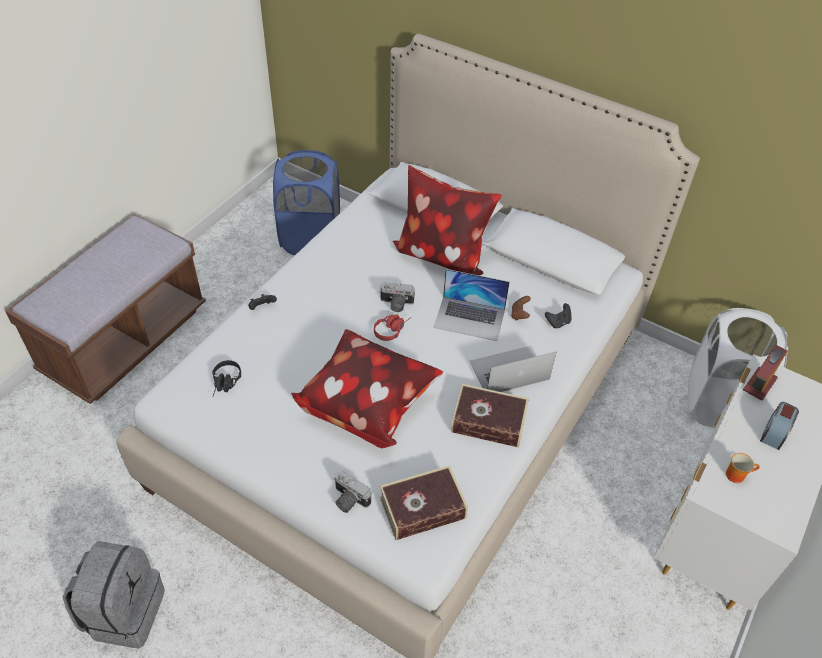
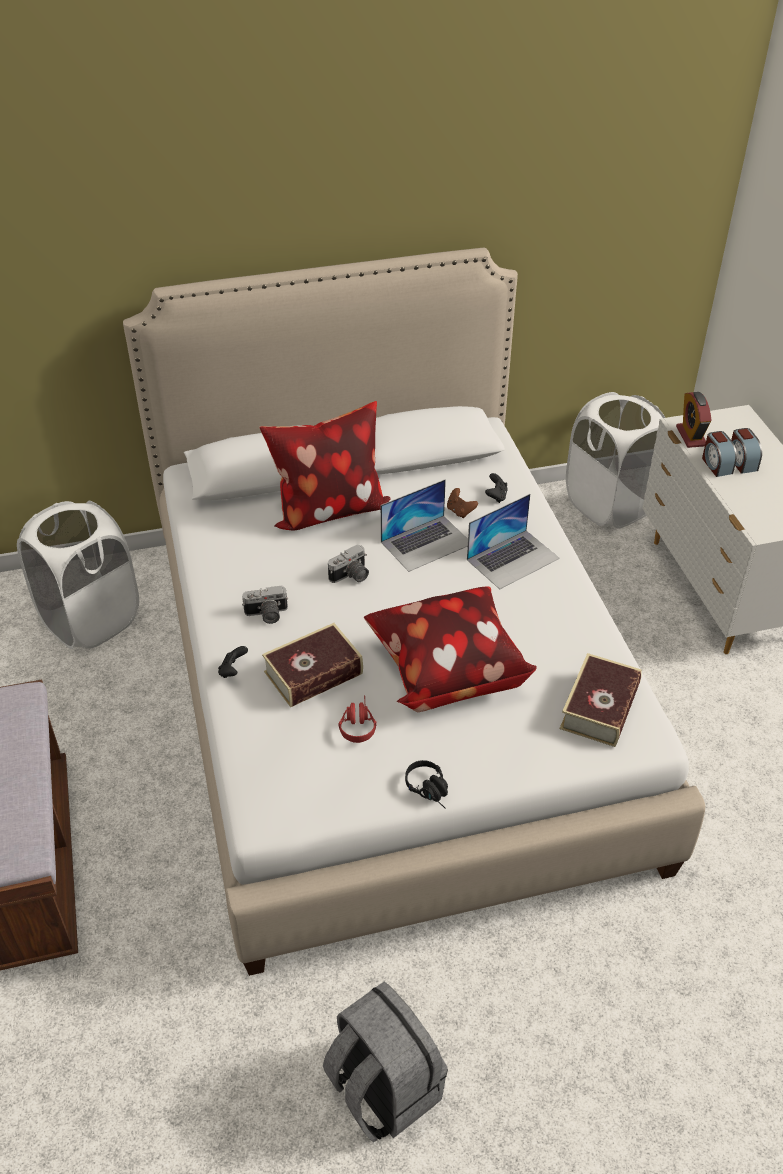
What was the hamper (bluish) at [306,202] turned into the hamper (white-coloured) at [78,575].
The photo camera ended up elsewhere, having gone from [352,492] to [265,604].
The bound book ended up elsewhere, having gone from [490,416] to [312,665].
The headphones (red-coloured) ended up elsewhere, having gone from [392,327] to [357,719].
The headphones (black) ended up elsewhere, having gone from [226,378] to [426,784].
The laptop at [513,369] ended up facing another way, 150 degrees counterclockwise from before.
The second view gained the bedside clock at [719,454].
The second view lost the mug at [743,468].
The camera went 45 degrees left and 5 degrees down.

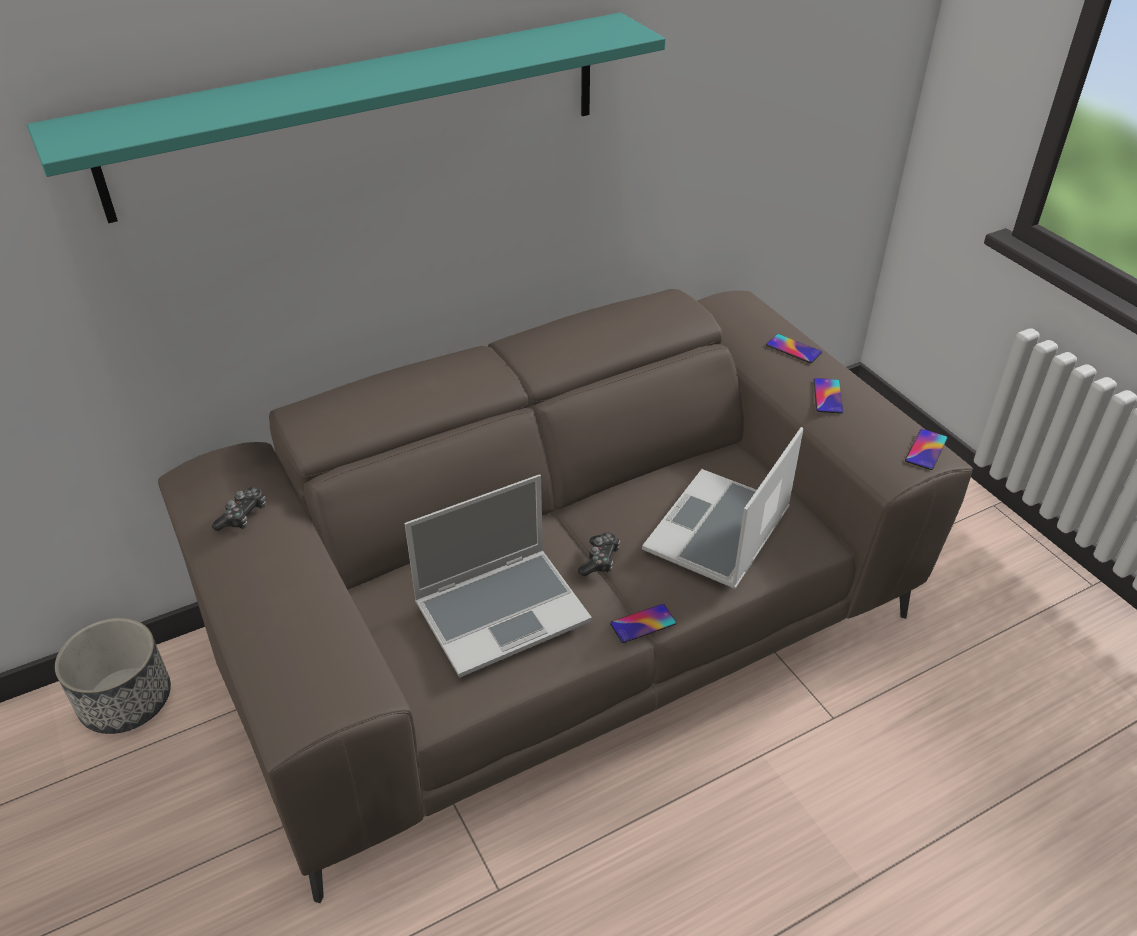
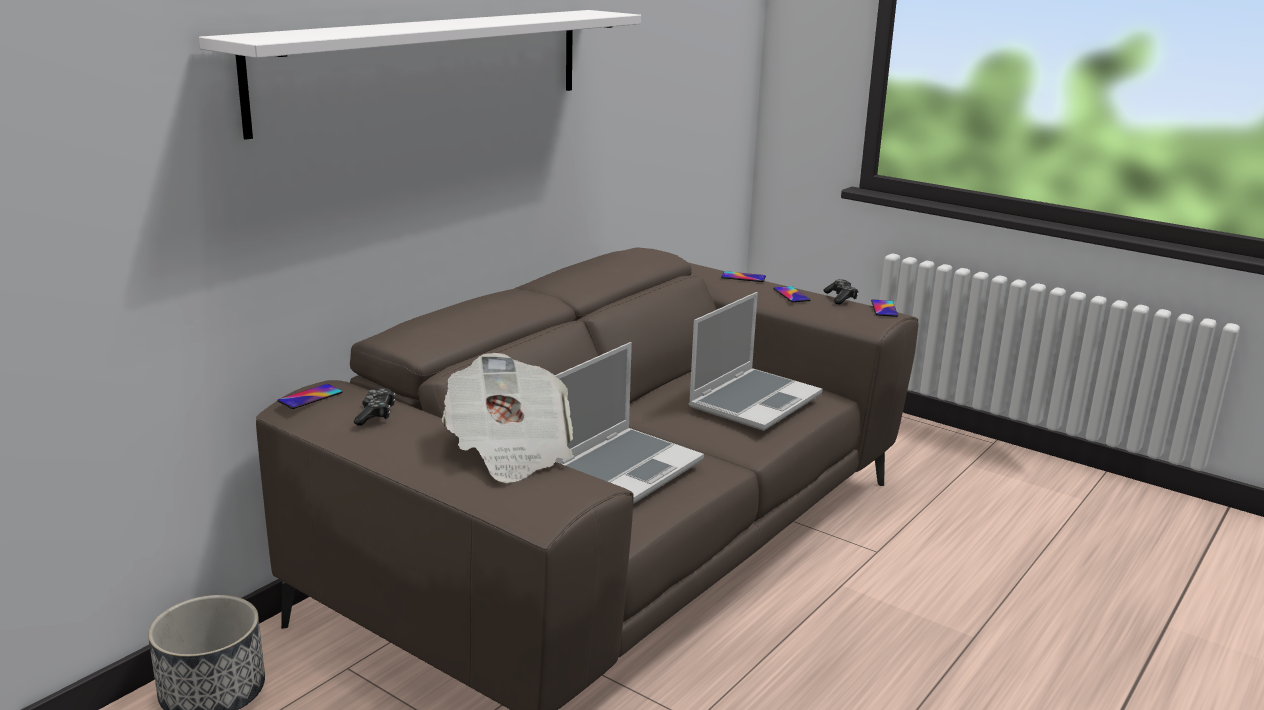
What was the wall shelf (turquoise-coloured) at [346,118] turned into the wall shelf (white-coloured) at [420,75].
The phone ended up elsewhere, having gone from [643,623] to [309,396].
The second view gained the newspaper at [507,418].
The laptop at [722,508] ended up facing another way, 150 degrees counterclockwise from before.
The joypad ended up elsewhere, having gone from [599,554] to [841,292].
The camera went 25 degrees left and 20 degrees down.

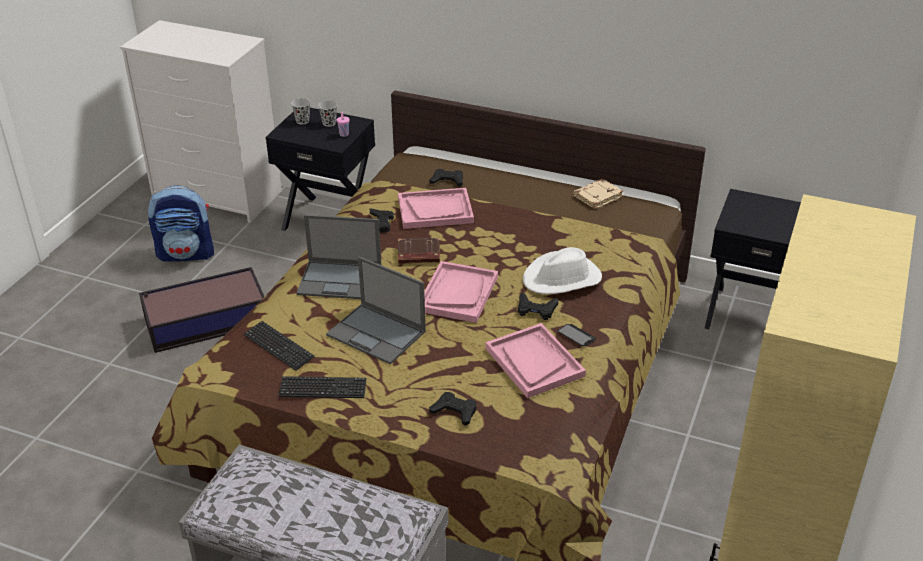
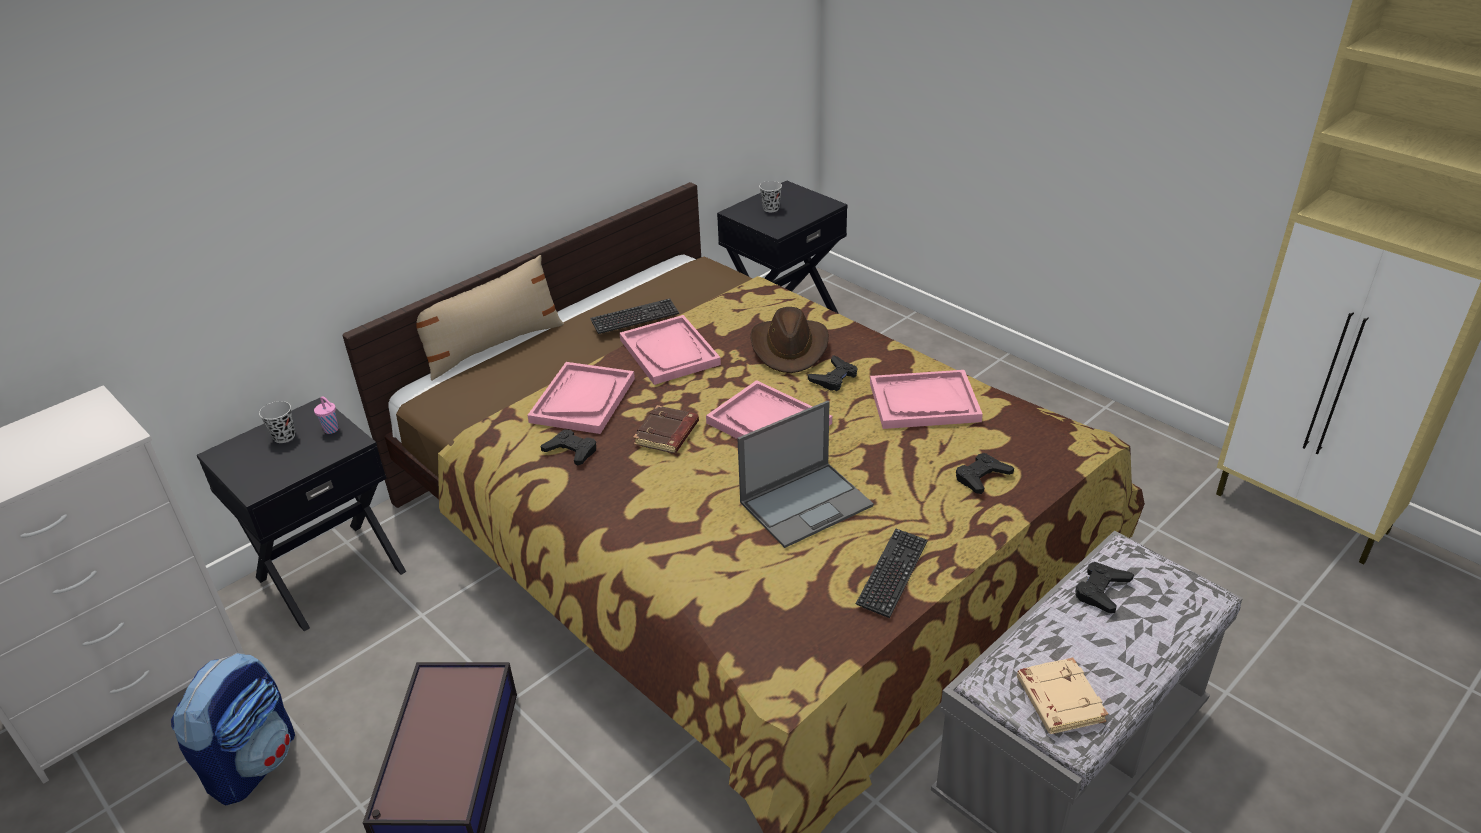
The second view gained the cushion (sand-coloured) at [490,318].
The PC keyboard ended up elsewhere, having gone from [279,346] to [634,316].
The second view gained the serving tray (pink) at [670,350].
What was the clothing hat (white-coloured) at [562,270] turned into the clothing hat (brownish) at [789,340].
The drinking cup (black) ended up elsewhere, having gone from [300,111] to [770,196].
The bound book (sand-coloured) ended up elsewhere, having gone from [598,194] to [1062,695].
The joypad (black) ended up elsewhere, having gone from [446,177] to [1104,587].
The second view lost the laptop at [338,257].
The second view lost the phone at [577,335].
The camera went 65 degrees left and 0 degrees up.

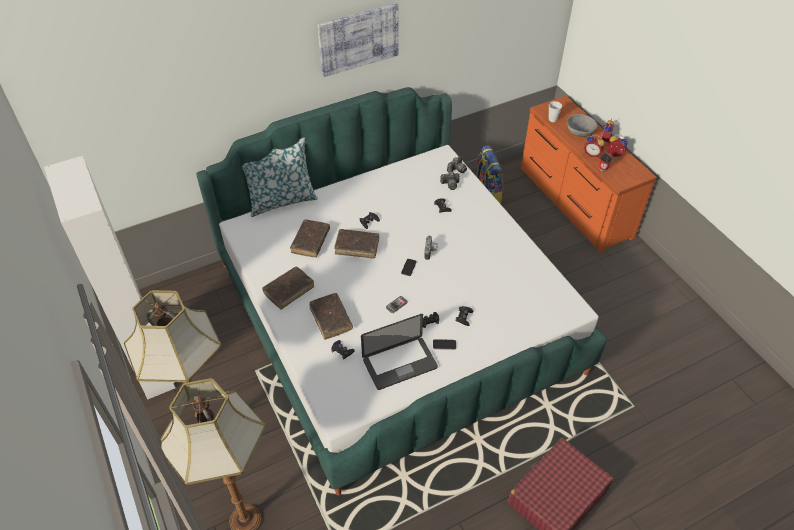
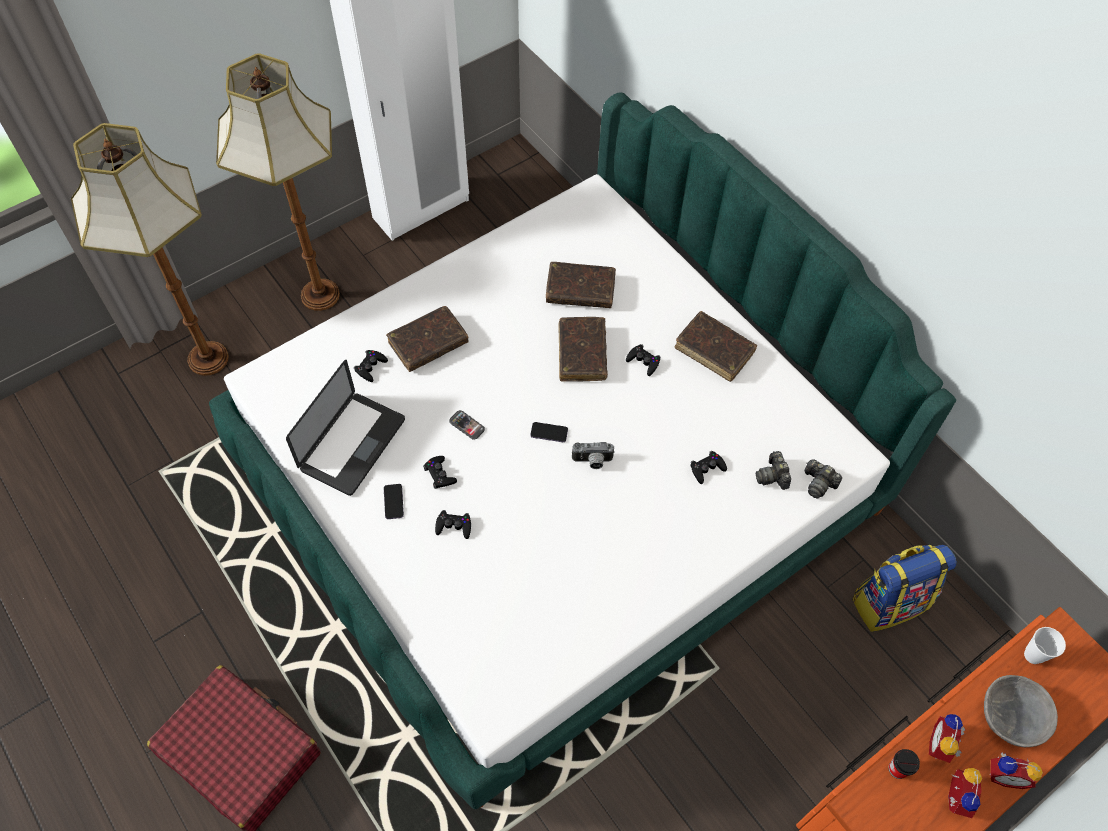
The laptop at [399,352] ended up facing another way, 120 degrees counterclockwise from before.
The bound book (brownish) ended up elsewhere, having gone from [288,288] to [716,346].
The second view lost the cushion at [280,177].
The second view lost the wall picture at [358,40].
The camera went 80 degrees right and 10 degrees up.

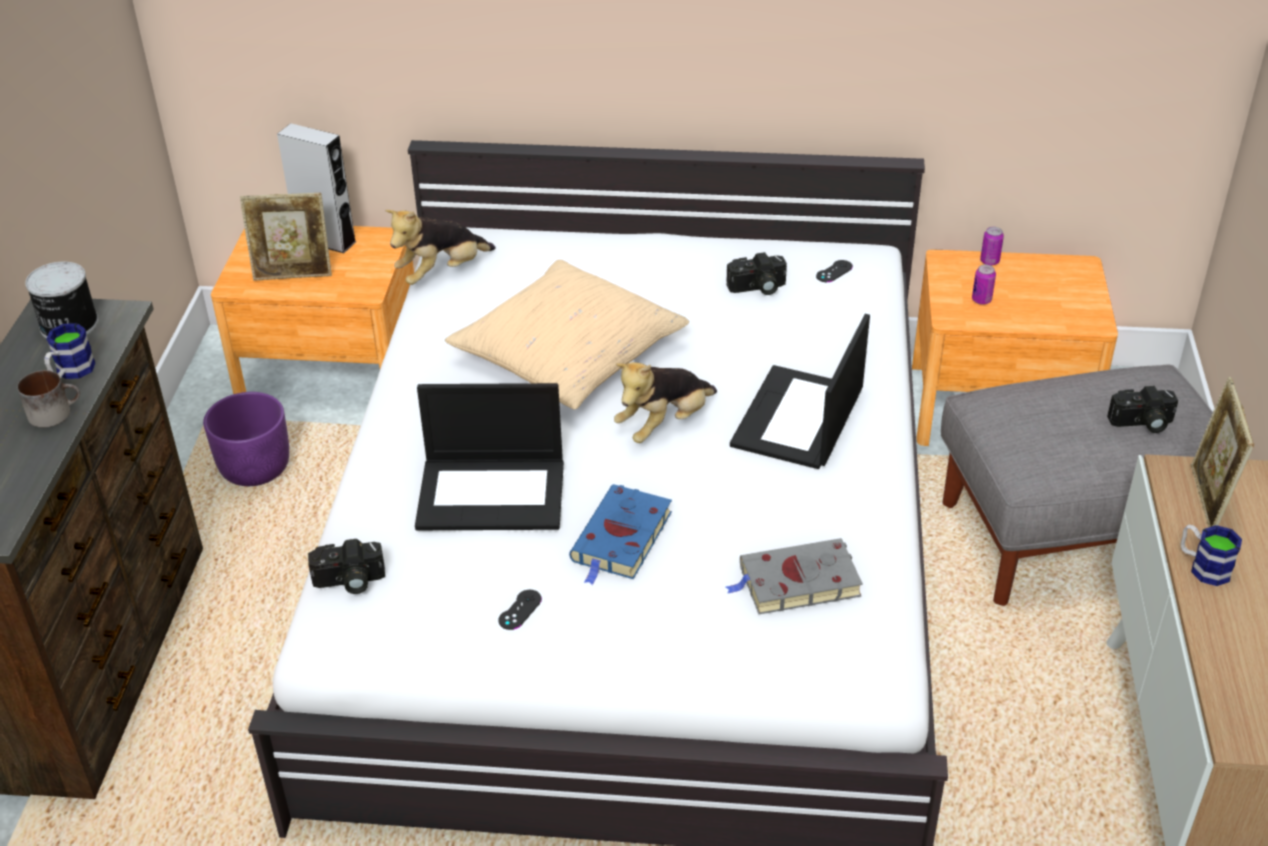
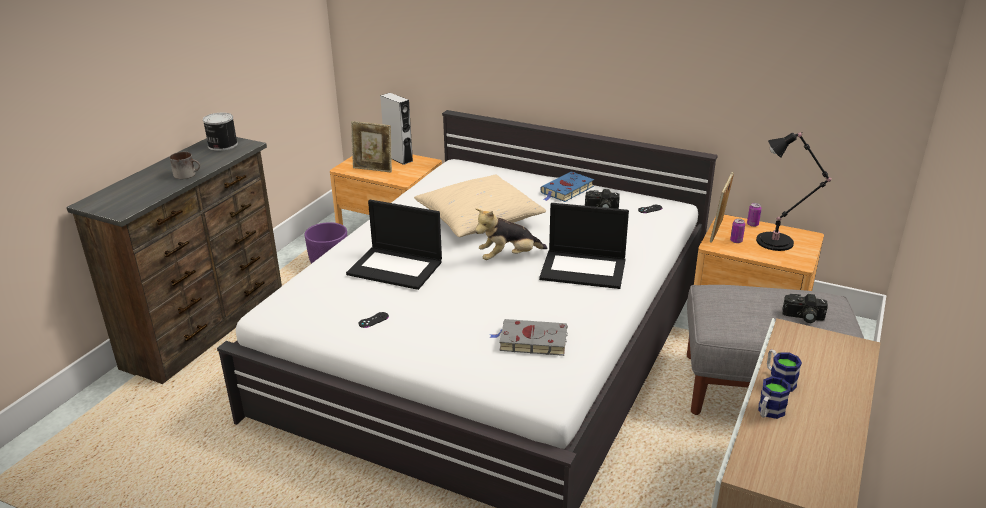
The laptop at [800,391] ended up facing another way, 120 degrees counterclockwise from before.
The bound book (bluish) ended up elsewhere, having gone from [620,534] to [567,186].
The standing frame ended up elsewhere, having gone from [1222,452] to [722,207].
The second view gained the table lamp (black) at [794,191].
The mug ended up elsewhere, having gone from [70,351] to [774,397].
The second view lost the photo camera at [346,566].
The second view lost the cuddly toy at [440,247].
The camera went 20 degrees right and 10 degrees down.

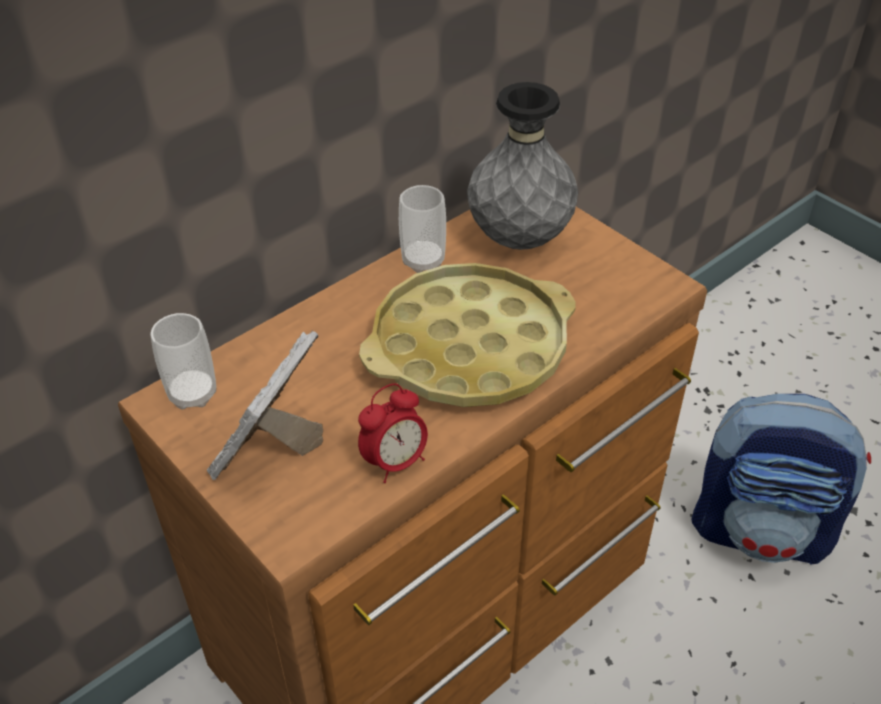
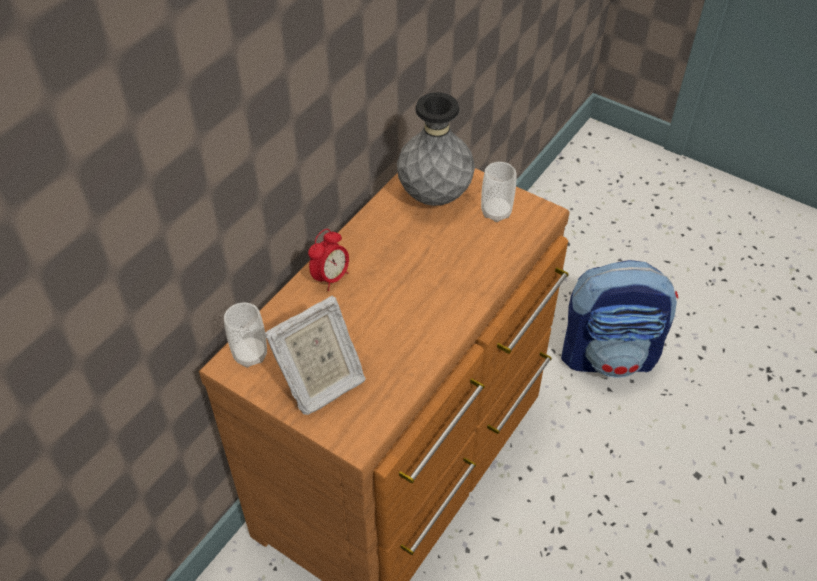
The standing frame at [264,405] ended up facing another way, 135 degrees counterclockwise from before.
The bedside clock ended up elsewhere, having gone from [393,433] to [328,260].
The drinking cup ended up elsewhere, having gone from [422,229] to [498,192].
The second view lost the serving tray (yellow-coloured) at [467,335].
The camera went 15 degrees left and 5 degrees up.

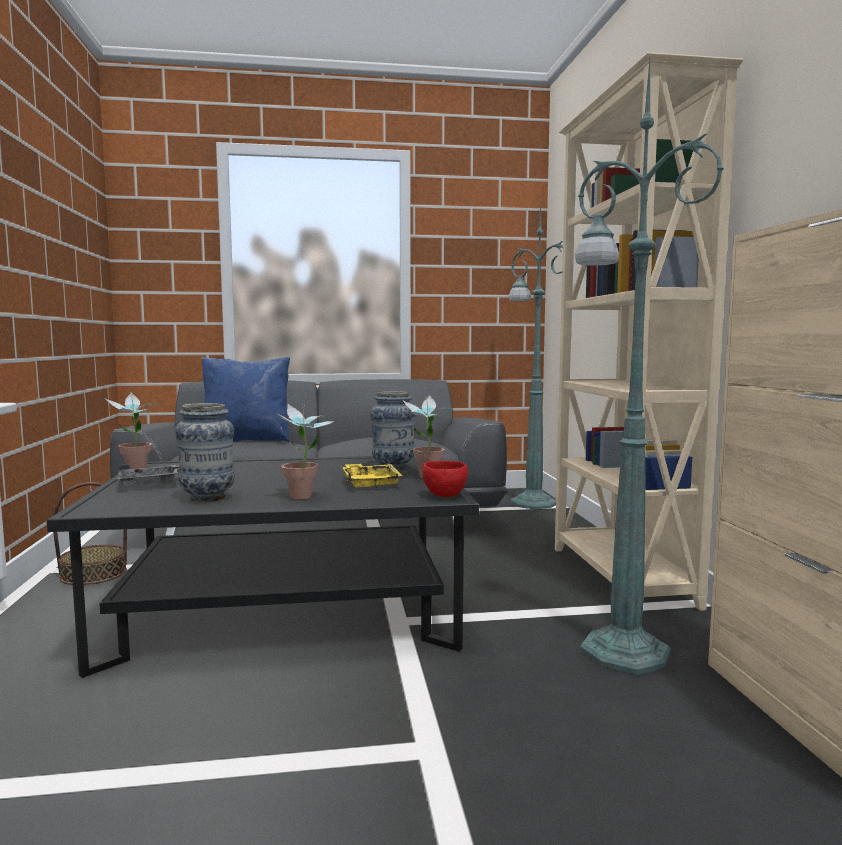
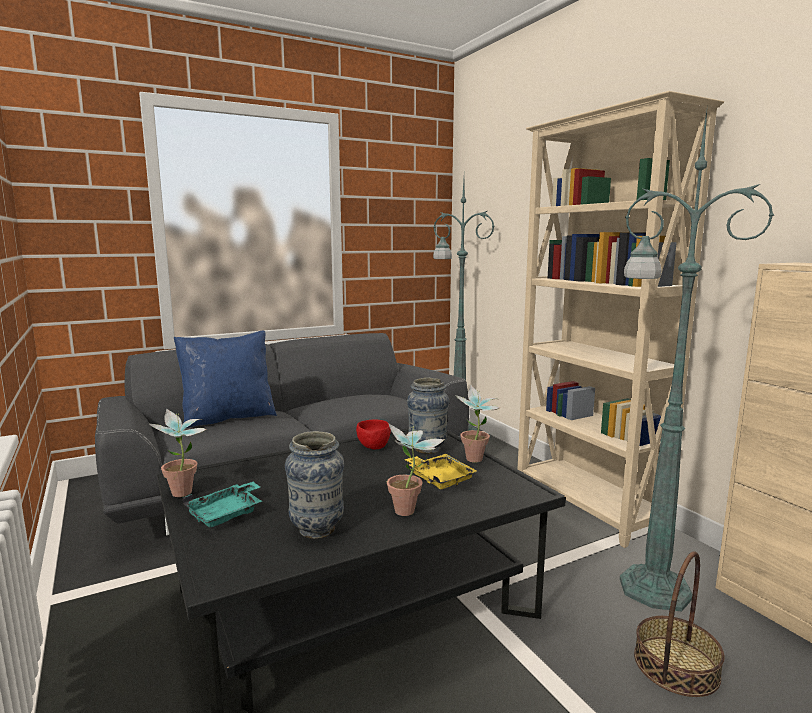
What was the serving tray (gray) at [148,475] turned into the serving tray (turquoise-coloured) at [222,504].
The deep dish (red-coloured) ended up elsewhere, having gone from [445,479] to [373,434].
The storage basket ended up elsewhere, having gone from [90,533] to [679,624].
The camera went 20 degrees left and 5 degrees up.

